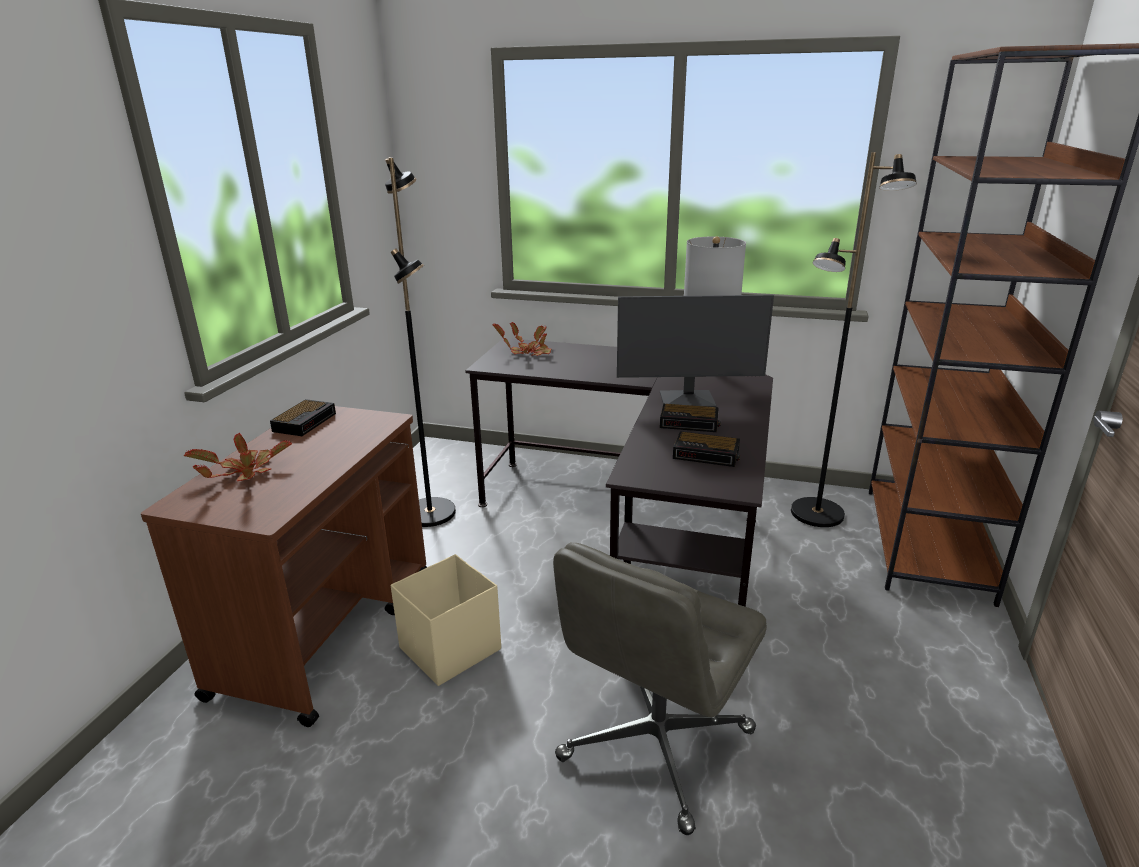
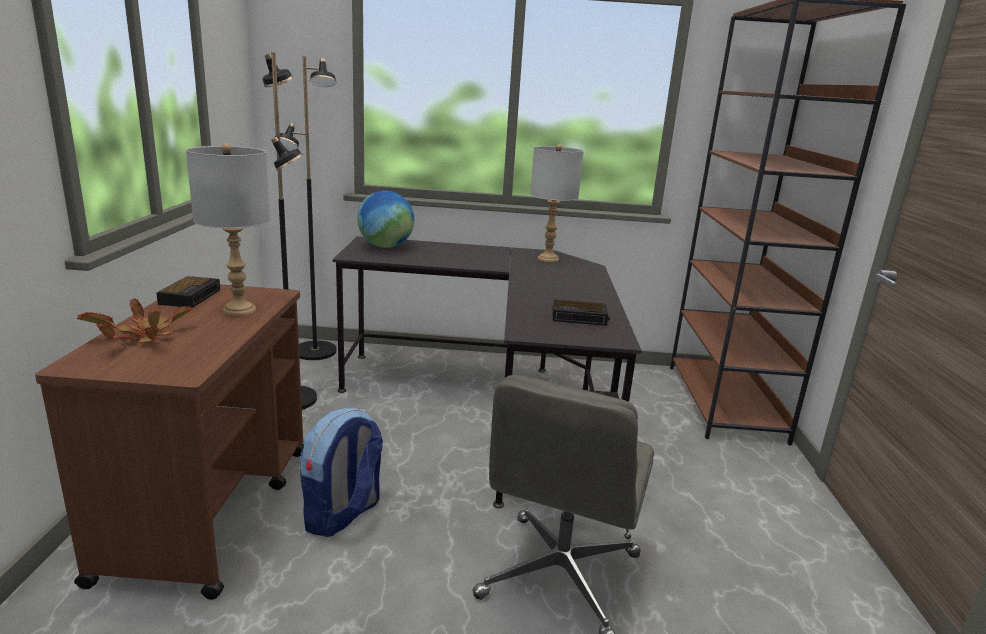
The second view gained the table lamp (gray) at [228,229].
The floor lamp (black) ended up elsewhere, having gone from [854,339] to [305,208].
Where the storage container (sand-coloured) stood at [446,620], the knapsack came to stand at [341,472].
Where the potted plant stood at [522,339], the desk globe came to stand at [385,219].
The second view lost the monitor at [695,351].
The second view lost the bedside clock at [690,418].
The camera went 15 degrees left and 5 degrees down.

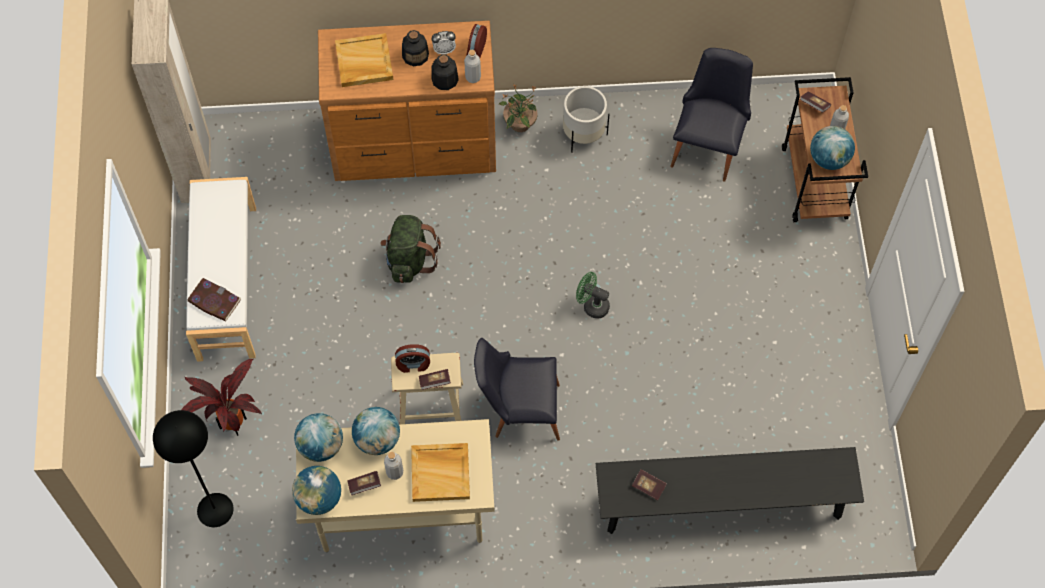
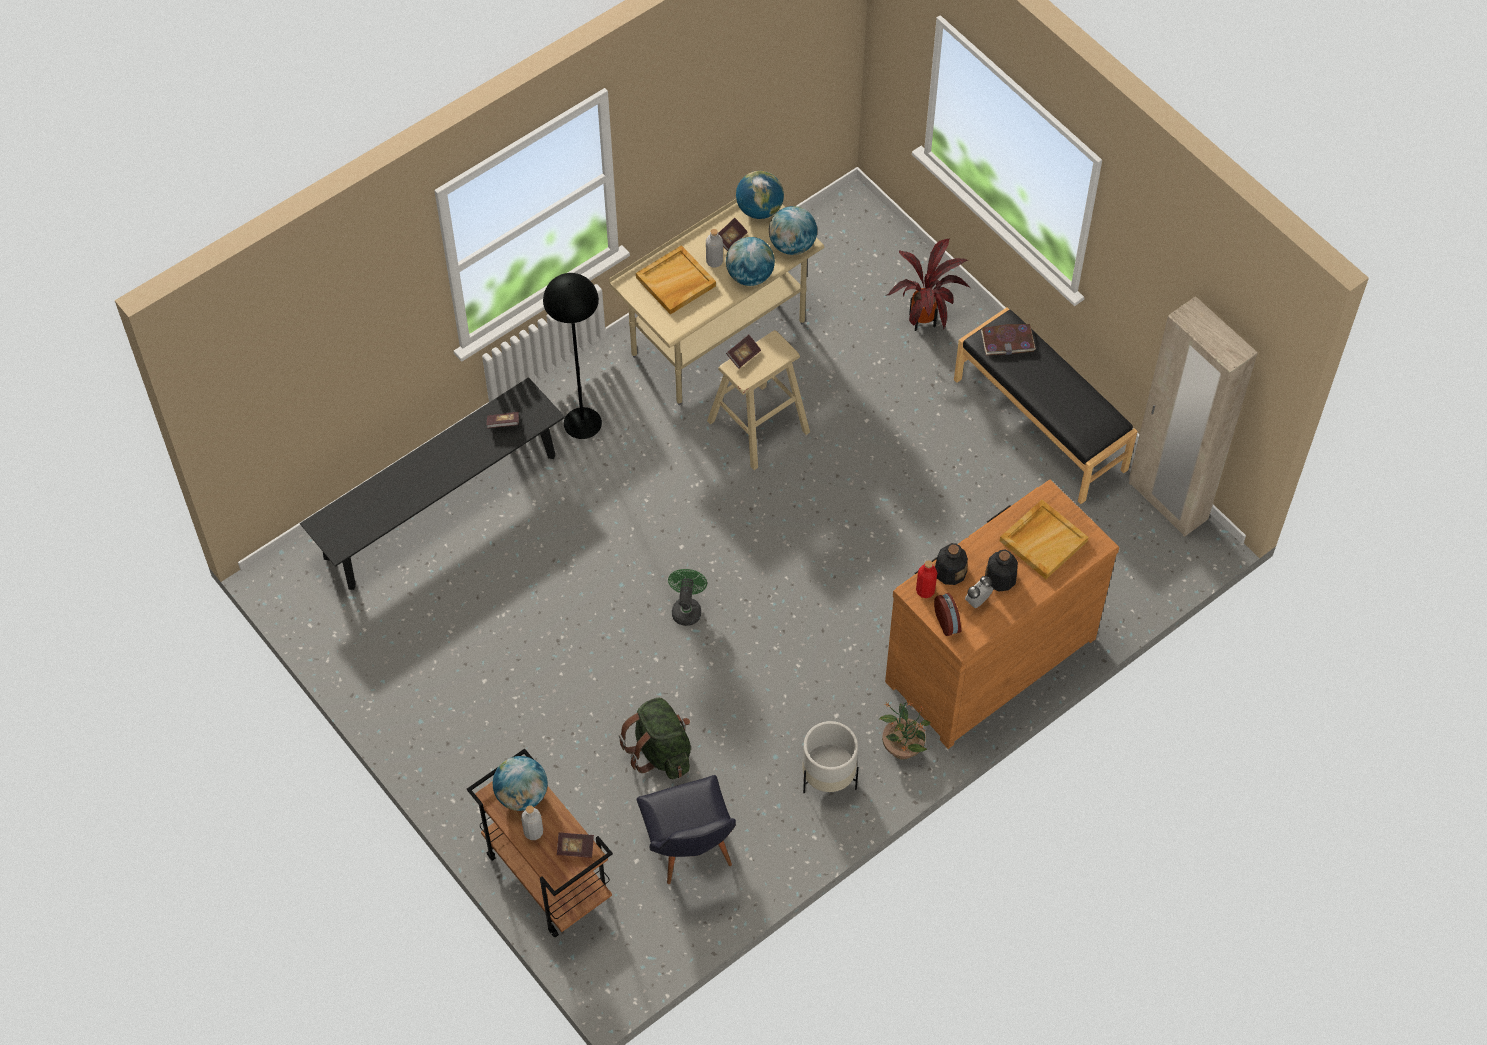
The floor lamp (black) ended up elsewhere, having gone from [193,468] to [572,356].
The knapsack (greenish) ended up elsewhere, having gone from [410,249] to [655,738].
The cooling fan (greenish) at [593,295] ended up facing another way, 75 degrees counterclockwise from before.
What was the drink bottle (gray) at [472,66] turned into the drink bottle (red-coloured) at [926,579].
What was the long seat (white-coloured) at [221,269] turned into the long seat (black) at [1046,405].
The second view lost the bedside clock at [412,358].
The second view lost the upright chair (black) at [517,389].
The camera went 145 degrees right and 5 degrees down.

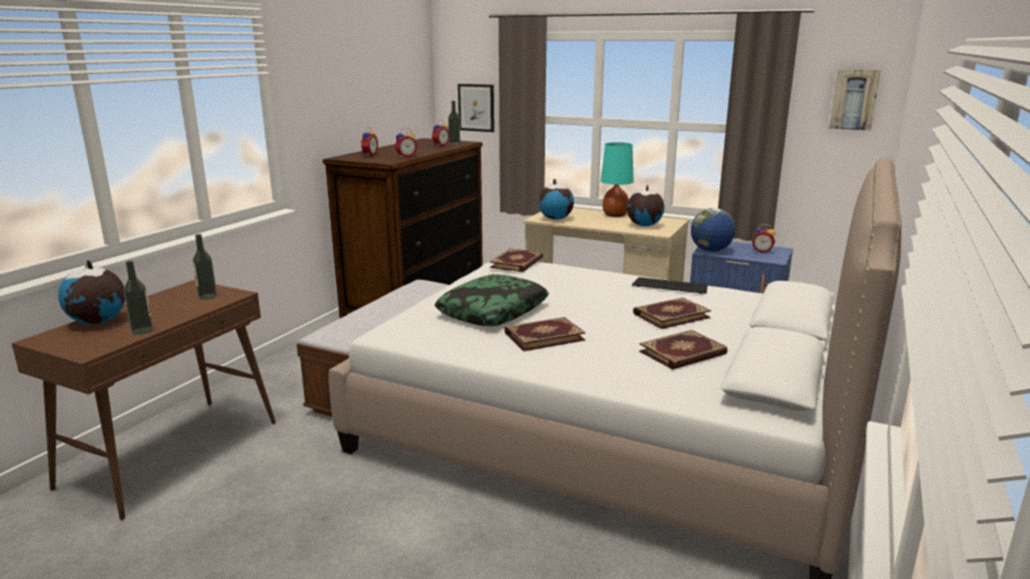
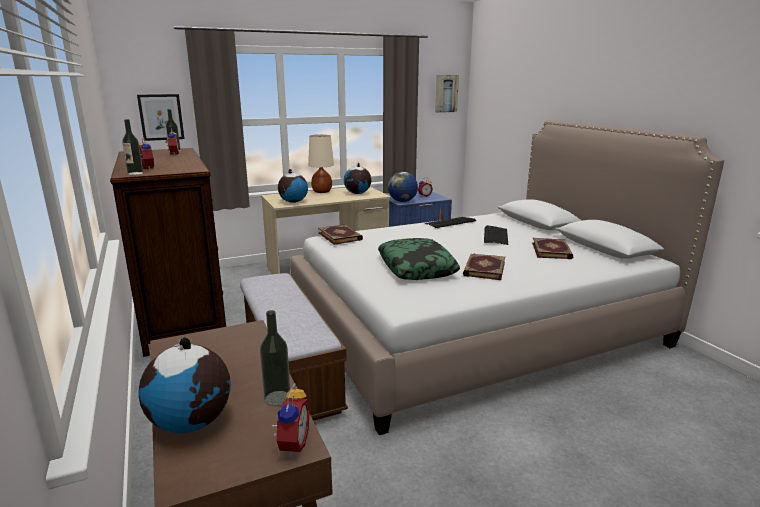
The drink bottle ended up elsewhere, having gone from [205,267] to [132,147].
The bedside clock ended up elsewhere, having gone from [406,143] to [291,420].
What was the table lamp (turquoise-coloured) at [617,179] turned into the table lamp (sand-coloured) at [321,164].
Where the bound book stood at [672,313], the PC keyboard came to stand at [496,235].
The camera went 50 degrees left and 0 degrees up.

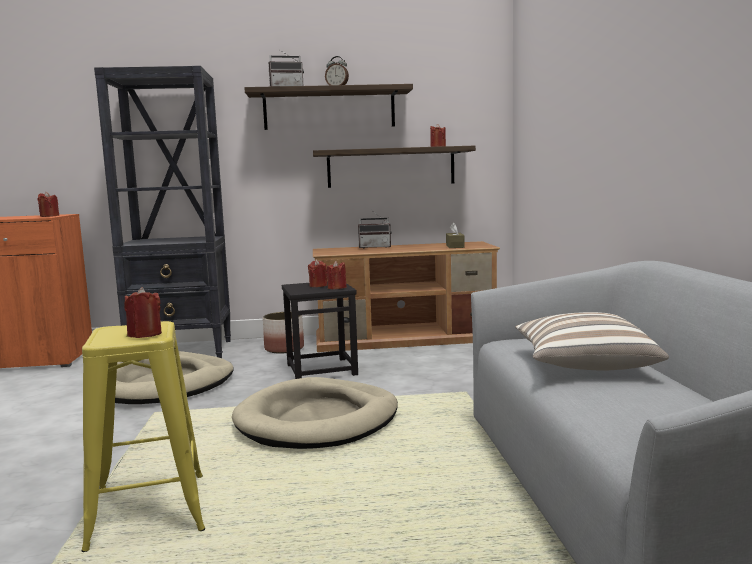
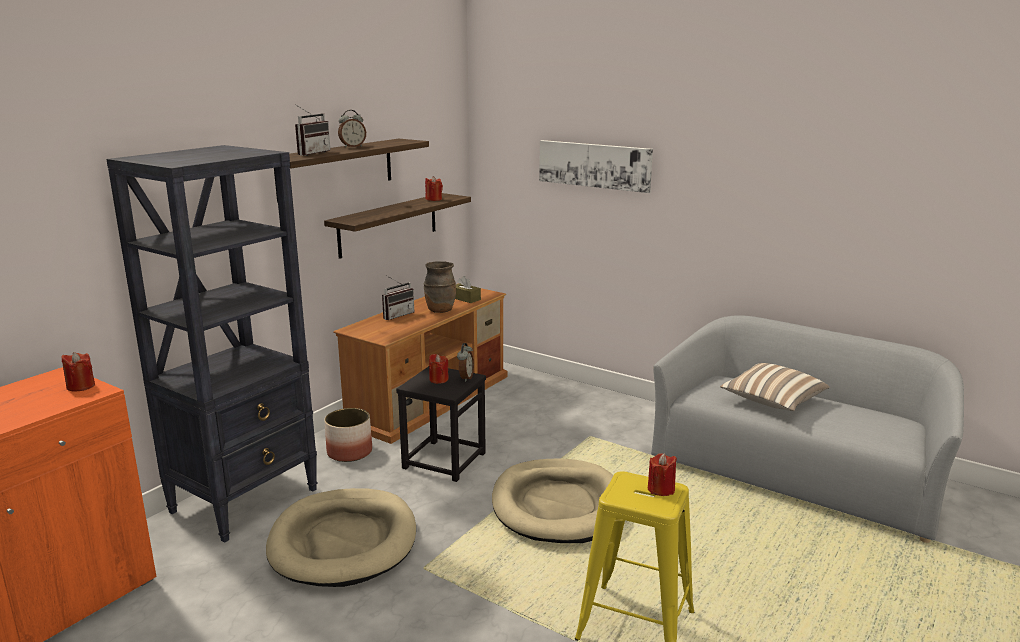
The second view gained the vase (brownish) at [440,287].
Where the wax candle (red-coloured) stood at [336,275], the bedside clock came to stand at [465,362].
The second view gained the wall picture at [596,166].
The camera went 50 degrees left and 10 degrees up.

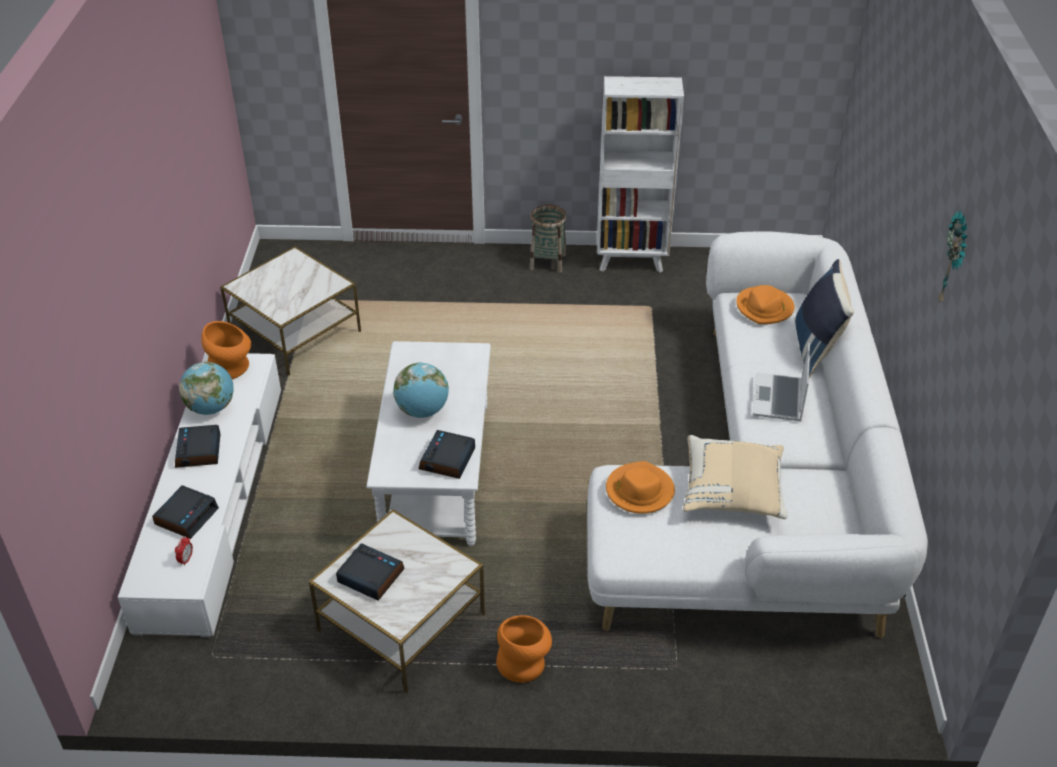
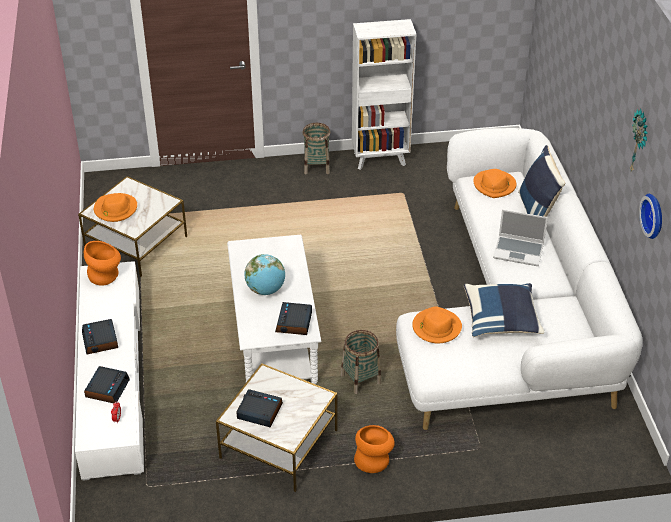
The second view gained the clothing hat (orangey) at [115,207].
The second view gained the storage basket at [361,362].
What was the cushion (sand-coloured) at [735,477] turned into the cushion (bluish) at [504,310].
The laptop at [781,382] ended up facing another way, 75 degrees counterclockwise from before.
The second view gained the wall clock at [650,216].
The second view lost the desk globe at [206,388].
The camera went 10 degrees left and 0 degrees up.

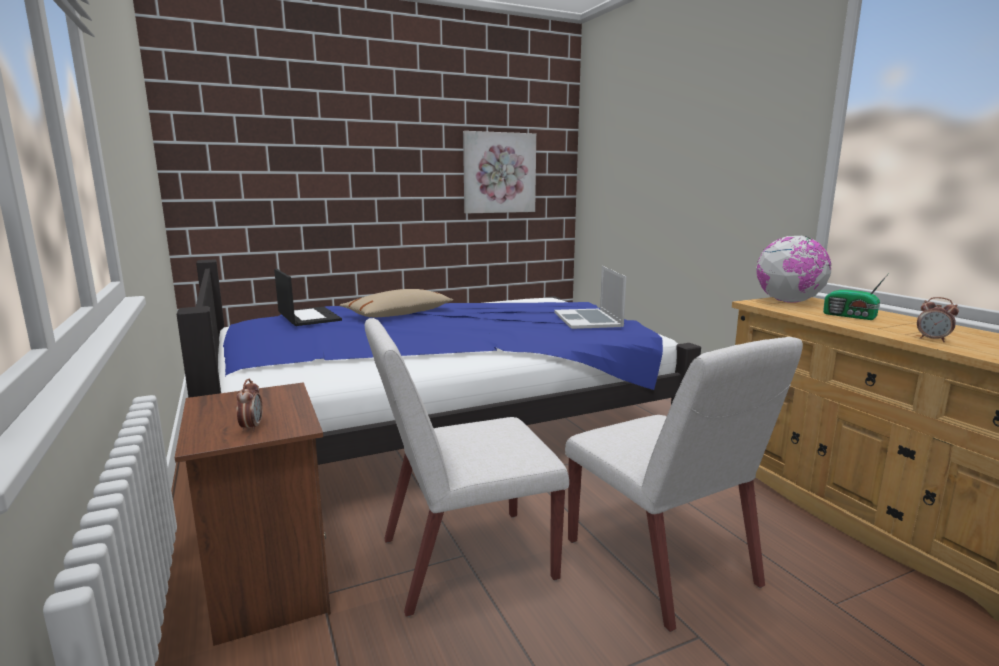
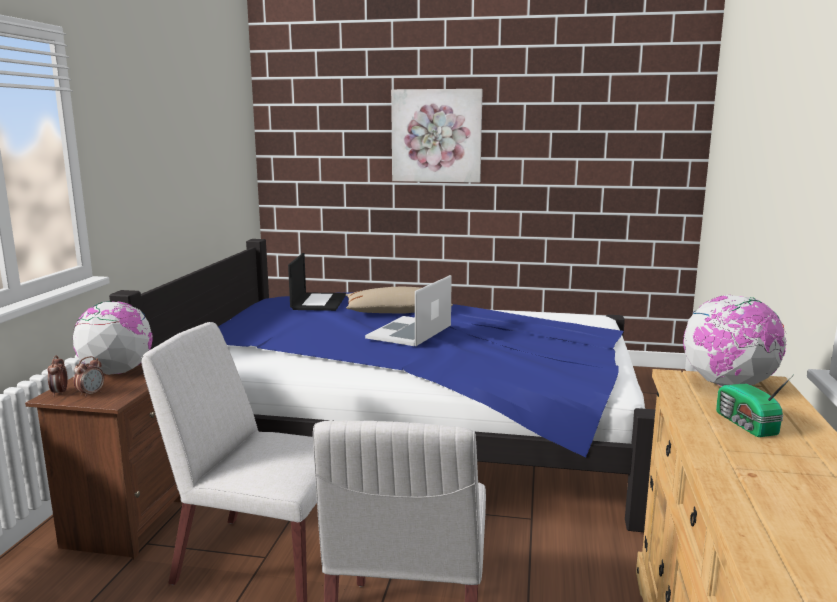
The bedside clock ended up elsewhere, having gone from [938,319] to [58,376].
The second view gained the desk globe at [113,338].
The laptop ended up elsewhere, having gone from [590,297] to [408,310].
The wall picture ended up elsewhere, having gone from [499,172] to [437,136].
The camera went 35 degrees right and 0 degrees up.

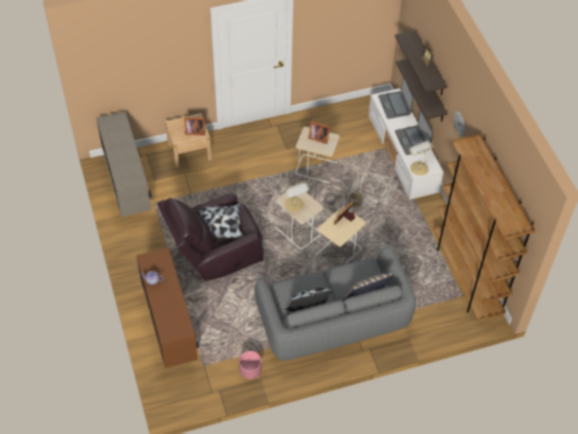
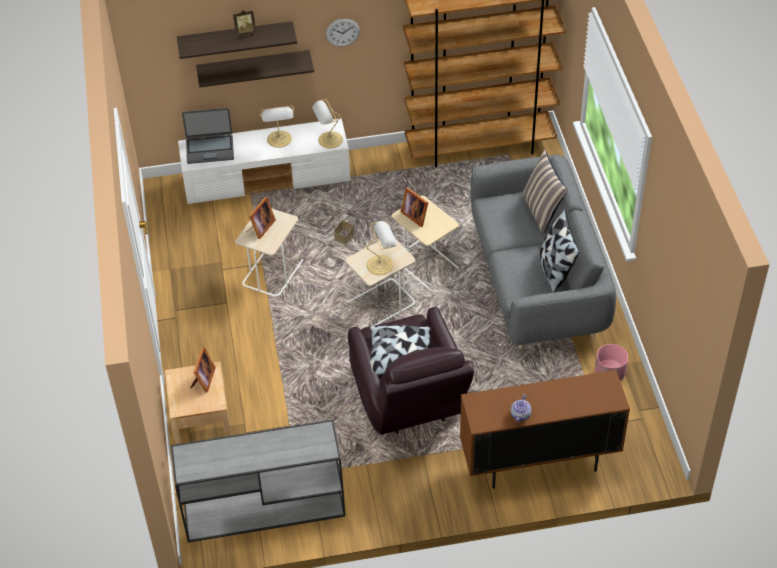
Where the cupboard (sand-coloured) stood at [124,164], the hall table (gray) came to stand at [258,481].
Where the laptop stood at [414,132], the table lamp came to stand at [276,127].
The camera went 80 degrees left and 5 degrees down.

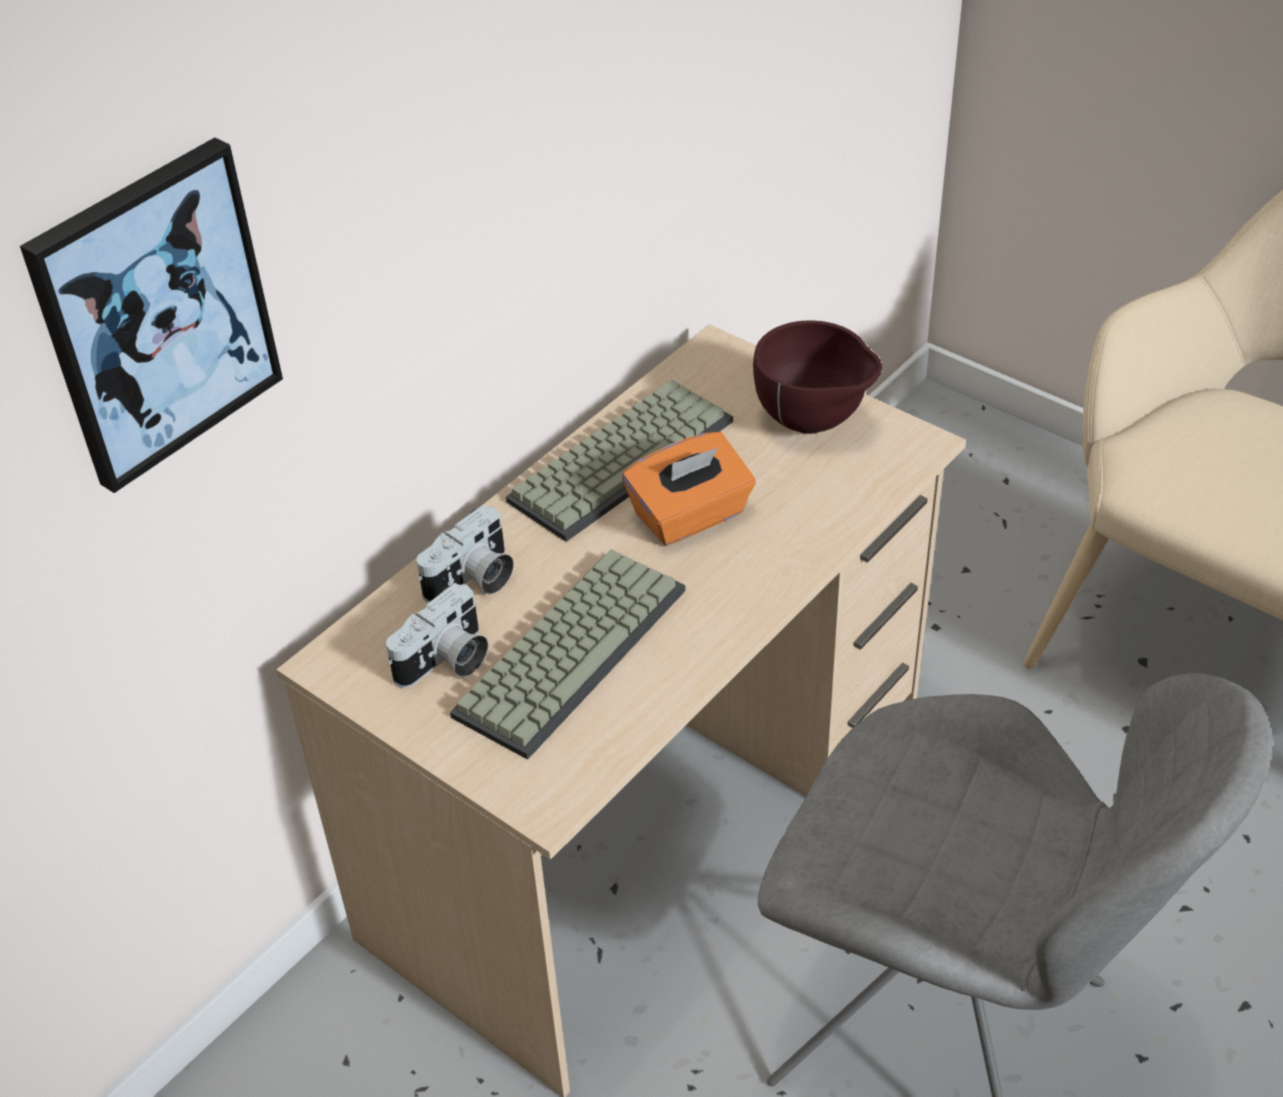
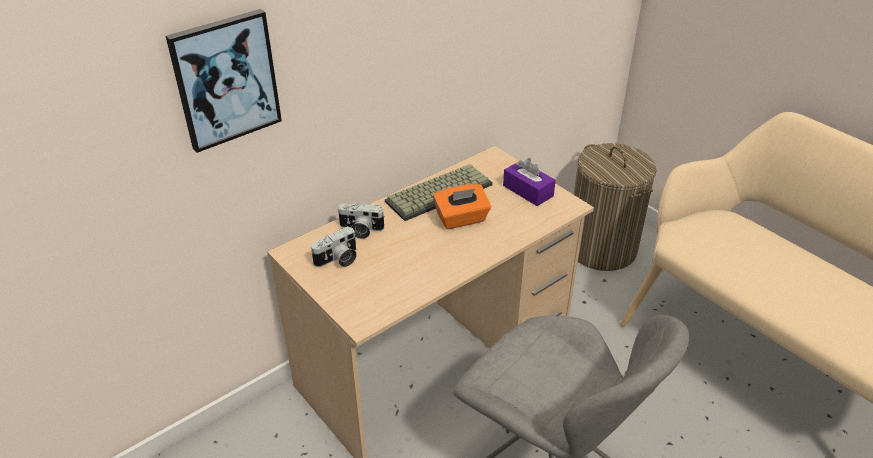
The photo camera at [465,554] ended up facing another way, 45 degrees clockwise from before.
Where the deep dish (brownish) stood at [817,377], the tissue box (purplish) came to stand at [529,182].
The second view gained the hamper at [615,207].
The second view lost the PC keyboard at [568,655].
The camera went 10 degrees right and 5 degrees down.

